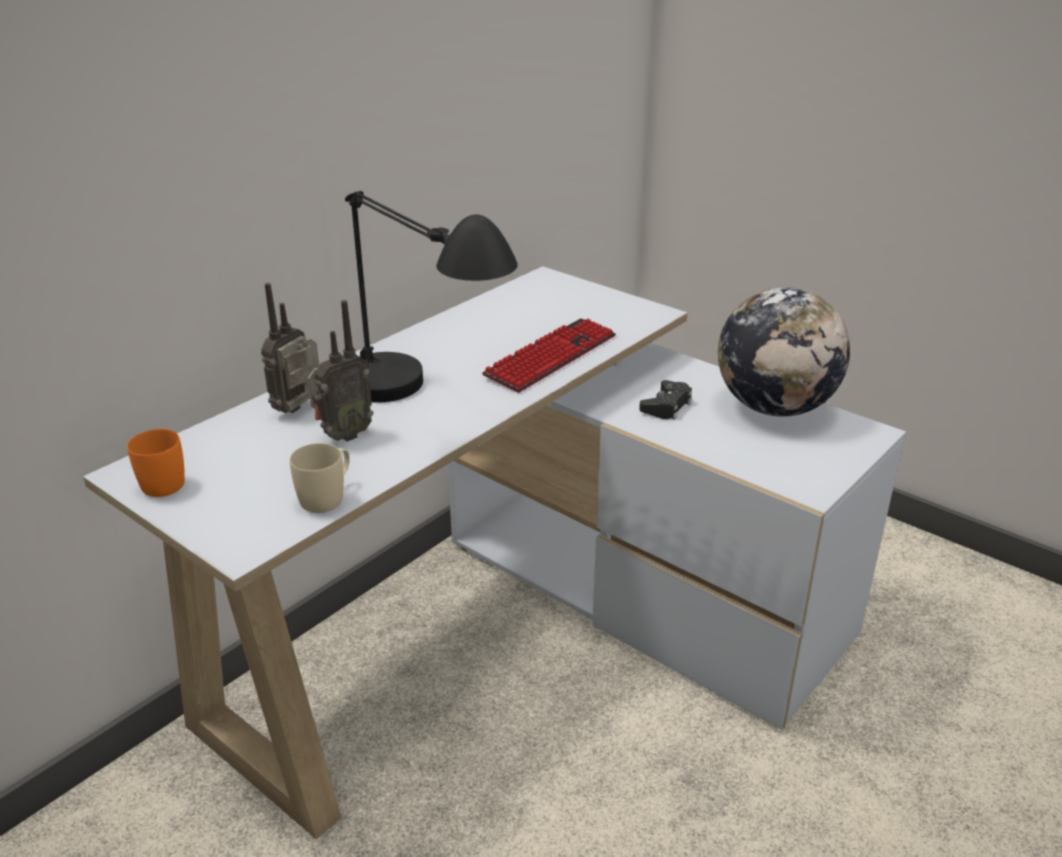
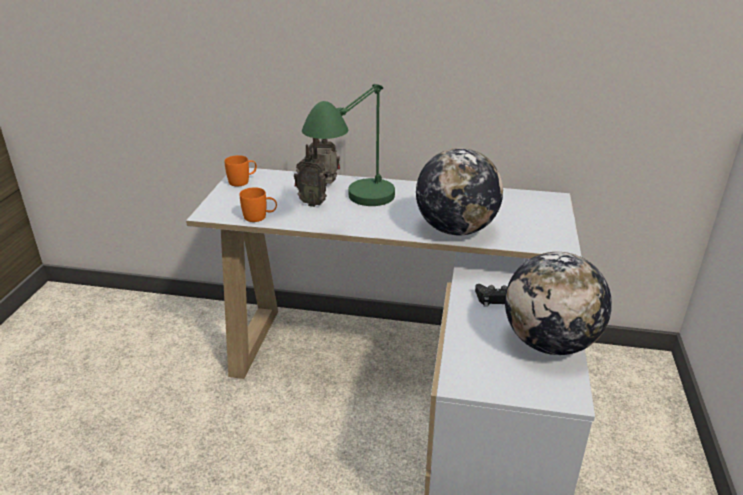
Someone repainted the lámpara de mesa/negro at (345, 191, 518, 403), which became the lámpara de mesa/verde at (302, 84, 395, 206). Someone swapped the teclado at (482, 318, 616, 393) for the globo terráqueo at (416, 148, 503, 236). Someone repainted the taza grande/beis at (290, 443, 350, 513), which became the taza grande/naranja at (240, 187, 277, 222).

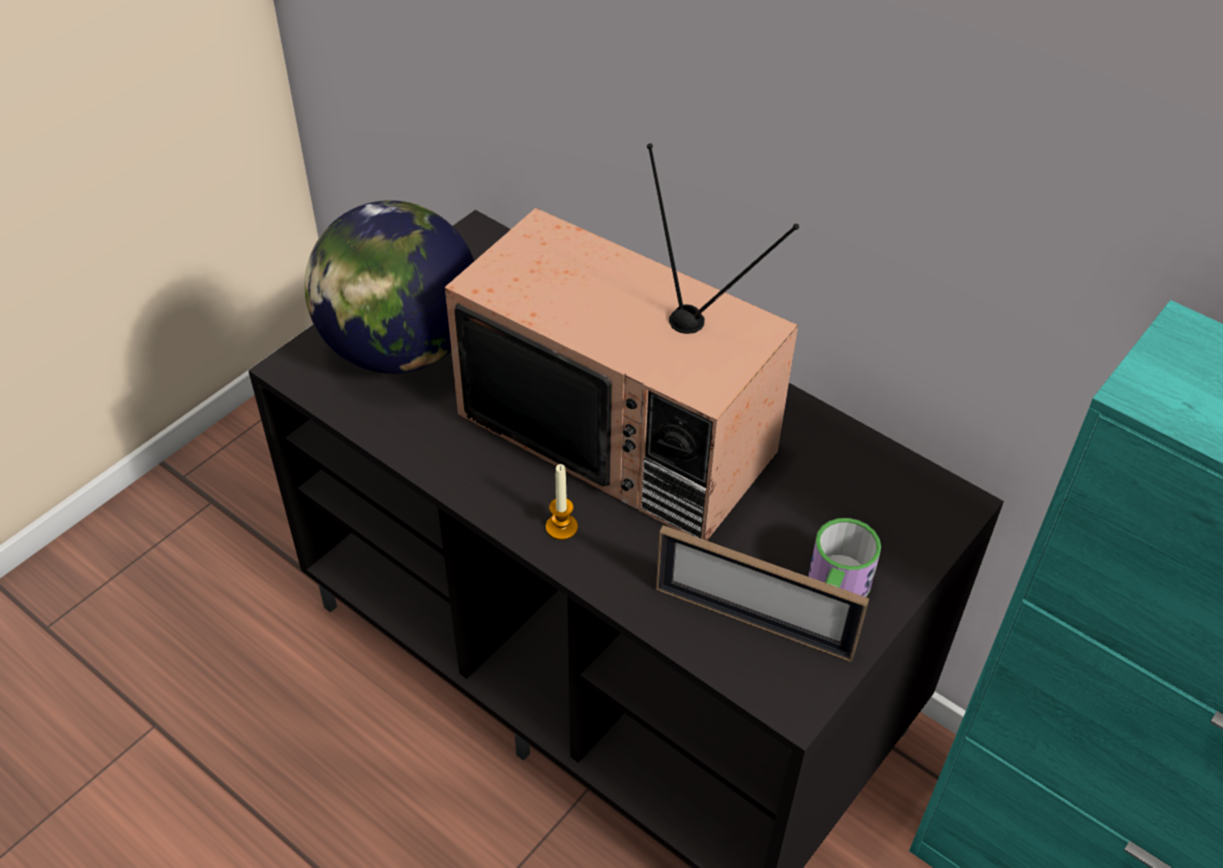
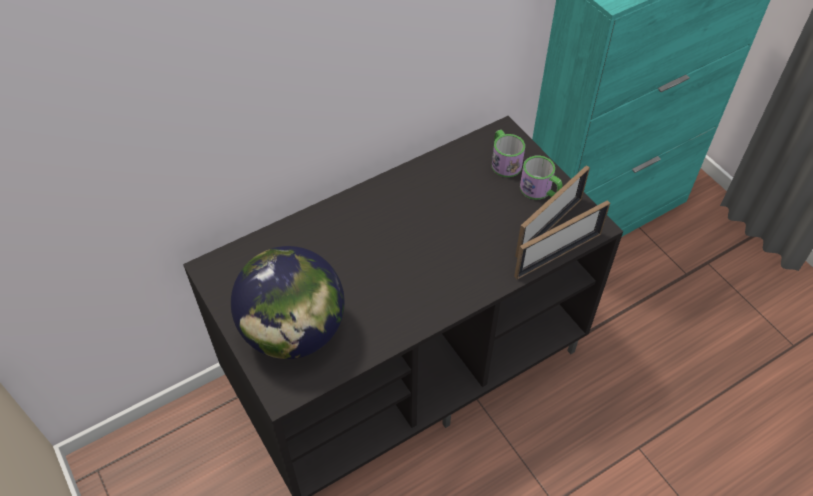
Someone took away the televisor at (445, 143, 799, 541). Someone took away the vela at (546, 464, 578, 540). Someone put down the taza grande at (492, 130, 525, 177). Someone put down the portarretratos at (514, 200, 610, 279).

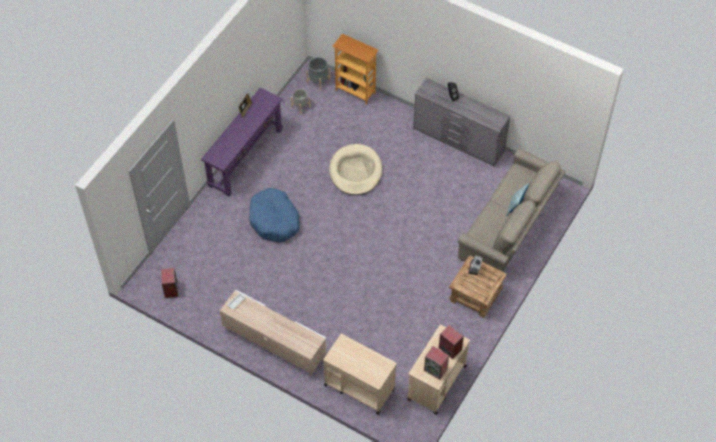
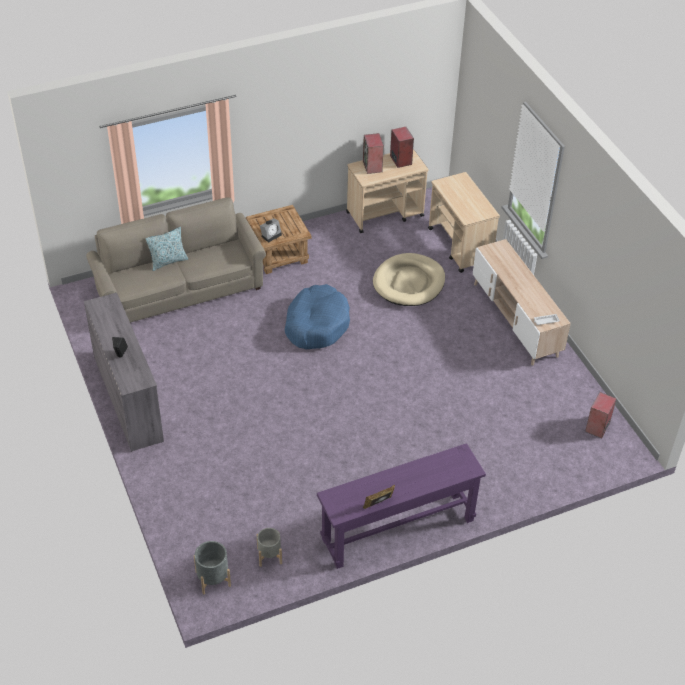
Someone took away the estantería at (332, 34, 379, 105). Someone carried the cama para perro/beis from (329, 144, 382, 195) to (373, 253, 445, 306). Someone carried the cama para perro/azul from (249, 188, 300, 242) to (285, 284, 350, 349).

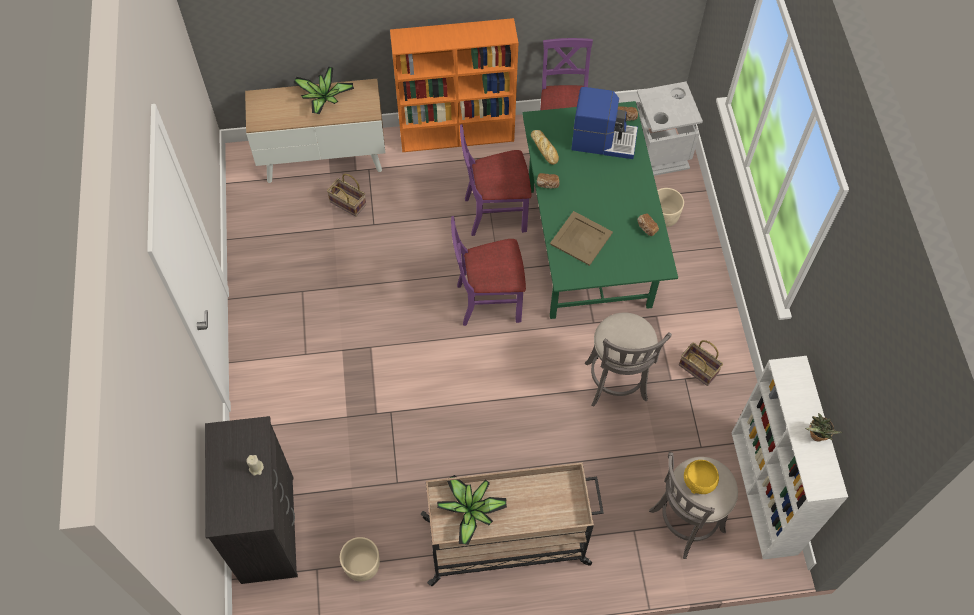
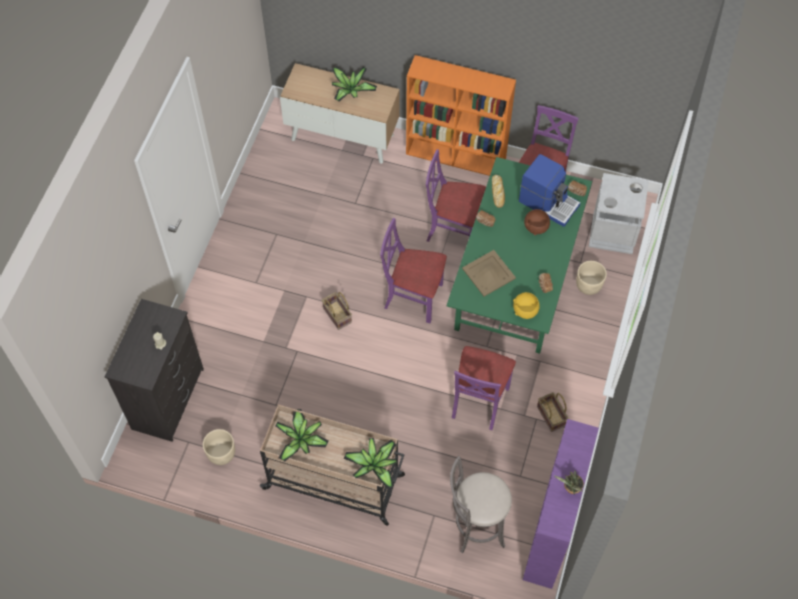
Someone carried the cesta from (327, 174, 366, 217) to (322, 292, 352, 330). Someone swapped the taburete/gris at (584, 312, 672, 407) for the silla/morado at (452, 346, 516, 430). Someone repainted the estantería/blanco at (732, 356, 848, 560), which became the estantería/morado at (523, 419, 599, 589). Someone carried the cuenco/amarillo from (684, 460, 719, 494) to (513, 292, 540, 319). Someone put down the cuenco/marrón at (524, 209, 550, 235). Someone put down the planta en maceta at (343, 438, 397, 489).

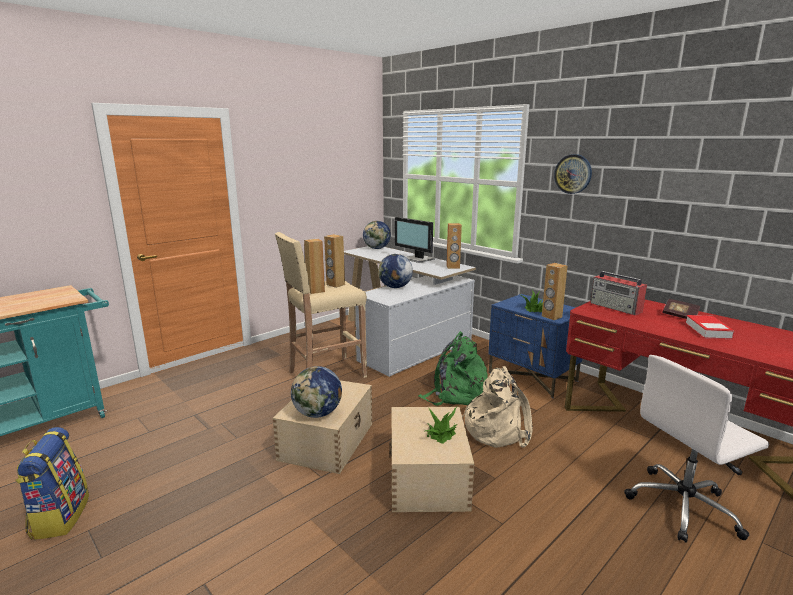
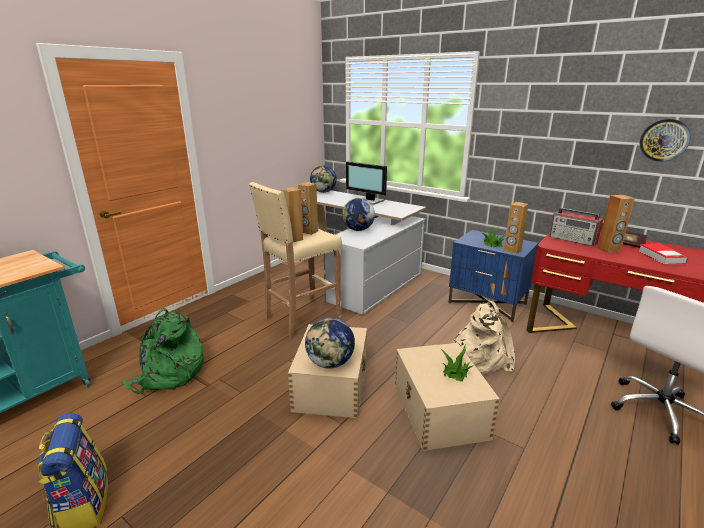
Someone carried the reloj de pared from (554, 154, 592, 194) to (640, 119, 691, 162). Someone carried the altavoz/marrón from (446, 223, 462, 269) to (598, 195, 635, 253). Someone carried the mochila/verde from (418, 331, 488, 406) to (122, 308, 204, 394).

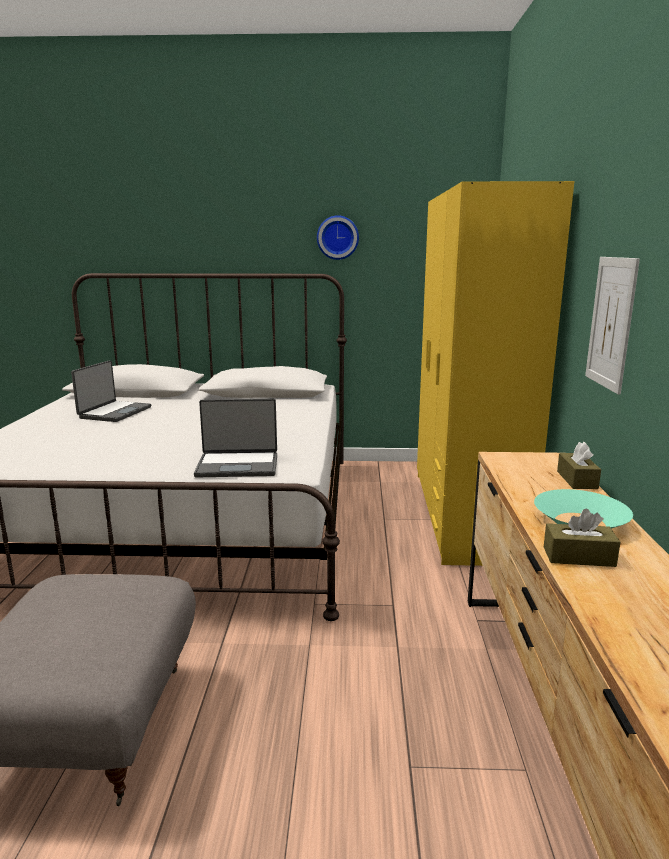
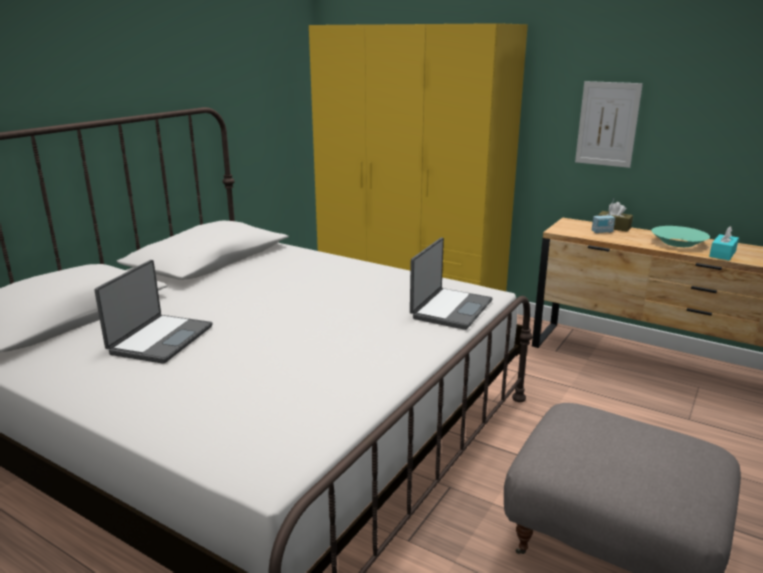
Someone took away the reloj de pared at (317, 215, 359, 260). Someone rotated the portátil at (71, 360, 151, 422) by 60 degrees clockwise. Someone repainted the caja de pañuelos/marrón at (544, 509, 620, 567), which became the caja de pañuelos/turquesa at (709, 226, 739, 260). Someone put down the radio at (592, 198, 615, 233).

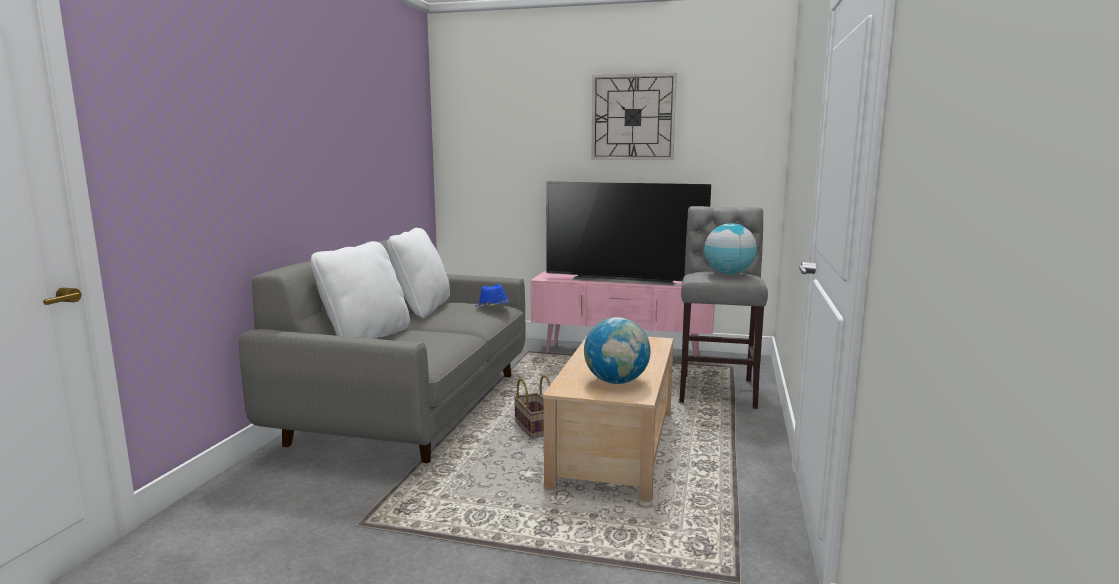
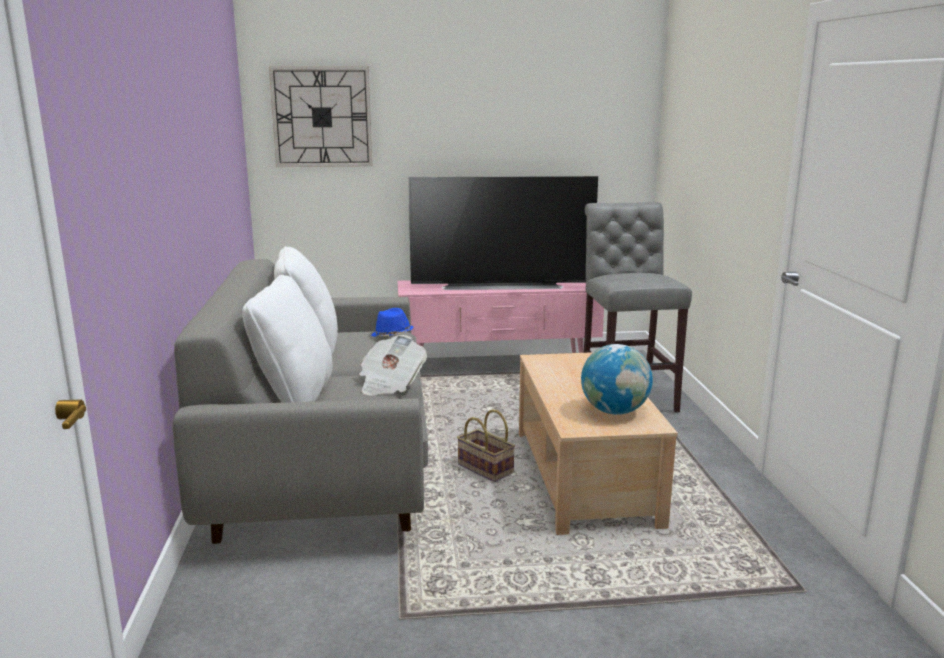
Someone carried the reloj de pared from (591, 73, 677, 160) to (269, 66, 372, 167). Someone took away the globo terráqueo at (704, 223, 757, 274). Someone put down the periódico at (359, 335, 427, 395).

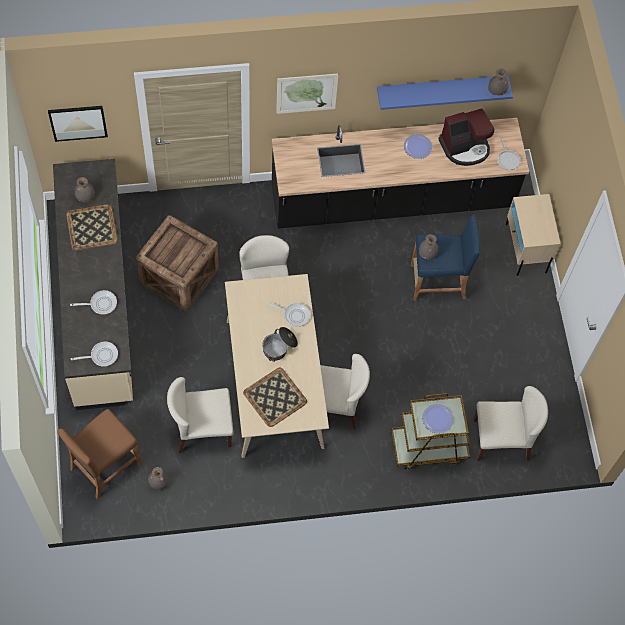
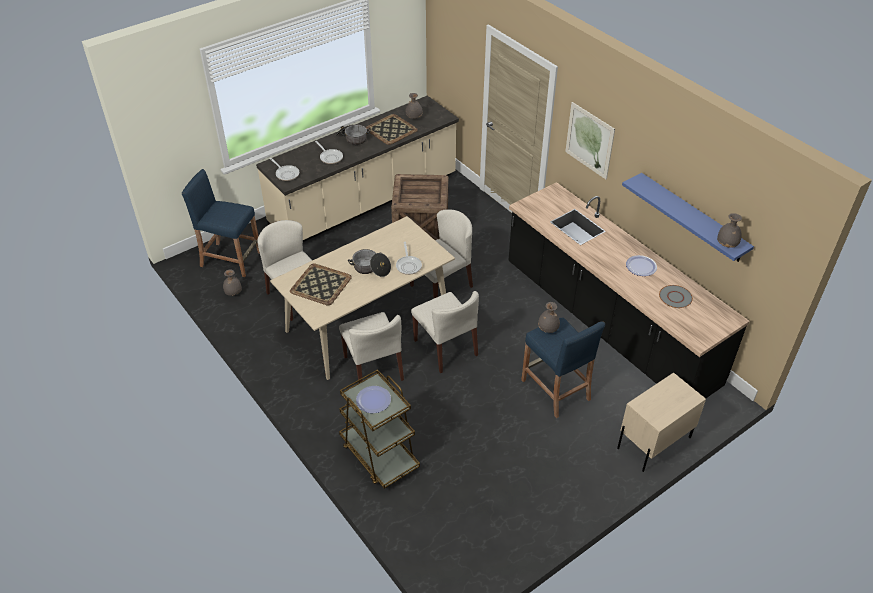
Someone took away the cuadro at (48, 106, 108, 142). Someone swapped the cafetera at (438, 108, 494, 166) for the plato/gris at (659, 285, 693, 308). Someone took away the sartén at (497, 137, 521, 171). Someone carried the silla/beis from (474, 386, 548, 461) to (411, 291, 479, 373). Someone repainted the taburete/marrón at (57, 409, 142, 499), which became the taburete/azul at (182, 169, 260, 277). Someone put down the olla at (335, 124, 371, 145).

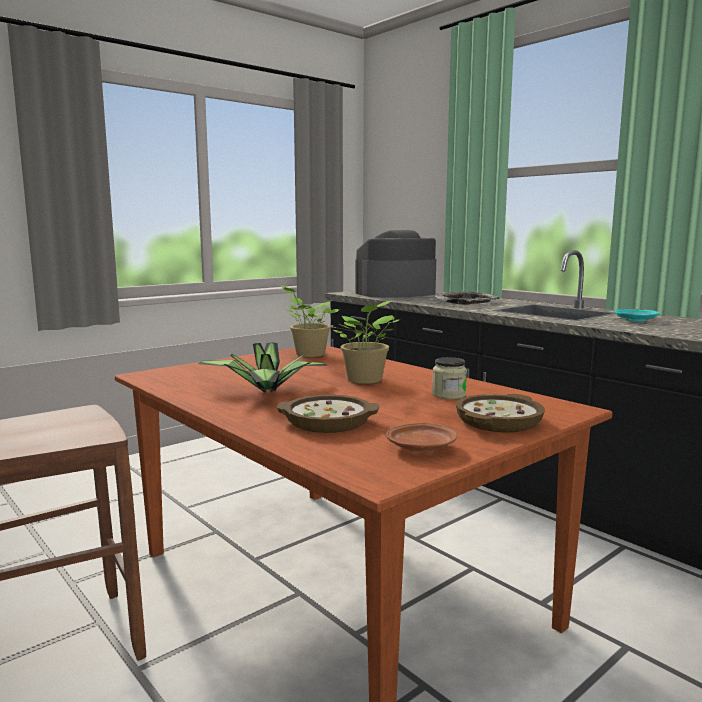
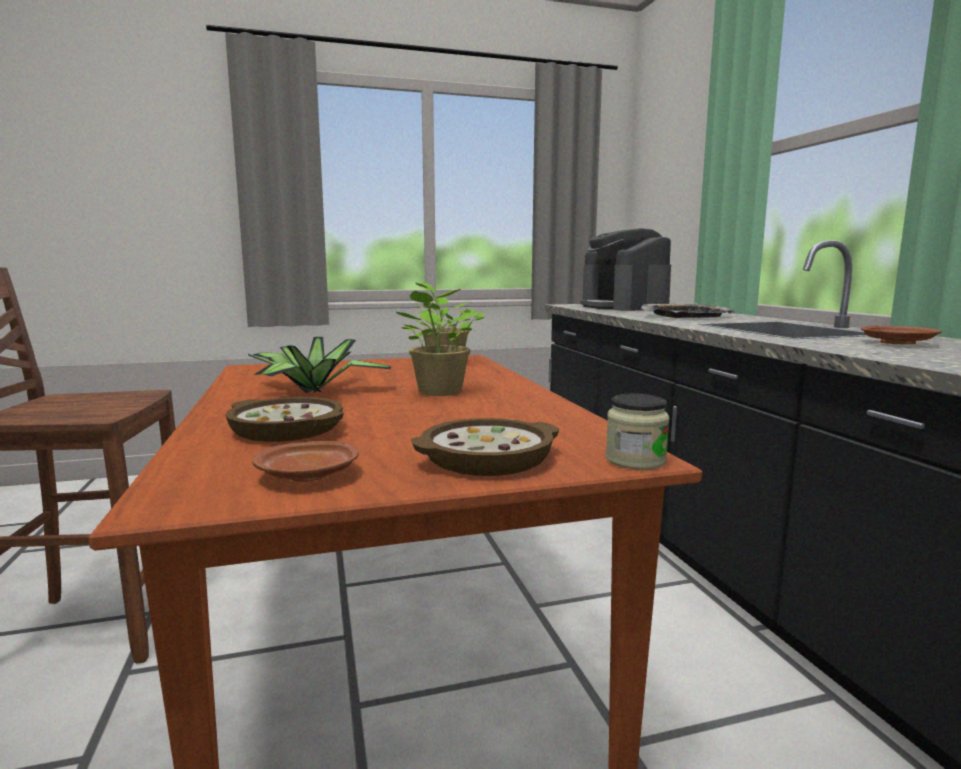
Someone rotated the cafetera at (355, 230, 436, 298) by 105 degrees counterclockwise. Someone repainted the plato/turquesa at (614, 309, 660, 321), which became the plato/marrón at (861, 326, 942, 344). Someone carried the tarro from (432, 357, 467, 399) to (606, 393, 669, 470).

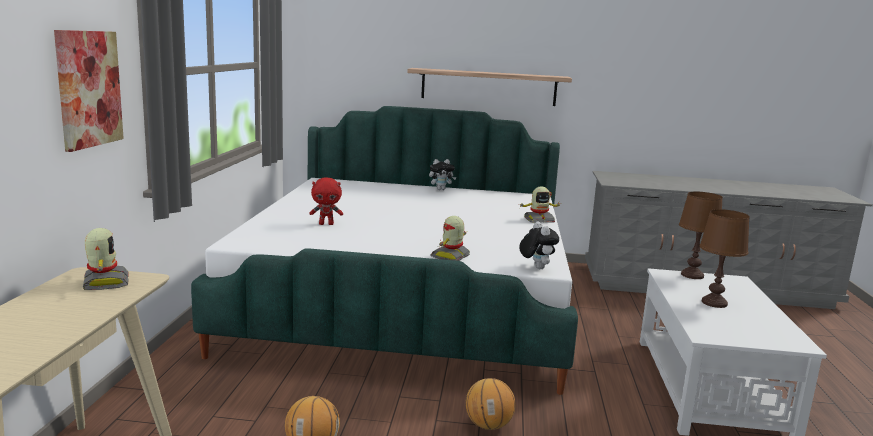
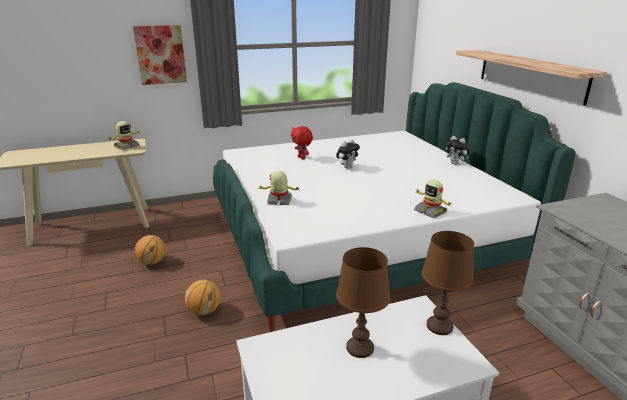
Someone carried the peluche from (519, 221, 559, 269) to (336, 139, 360, 168).

